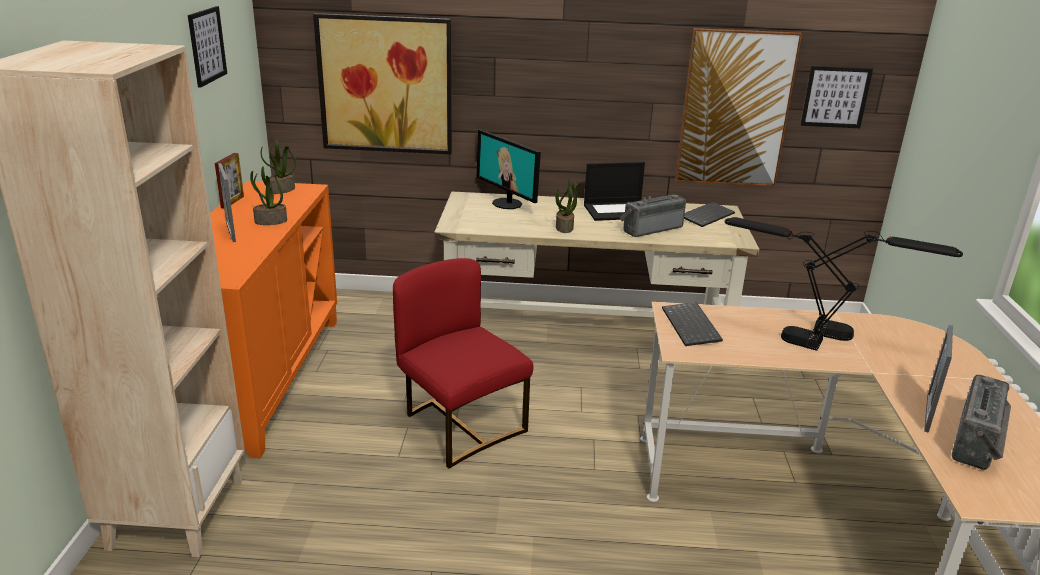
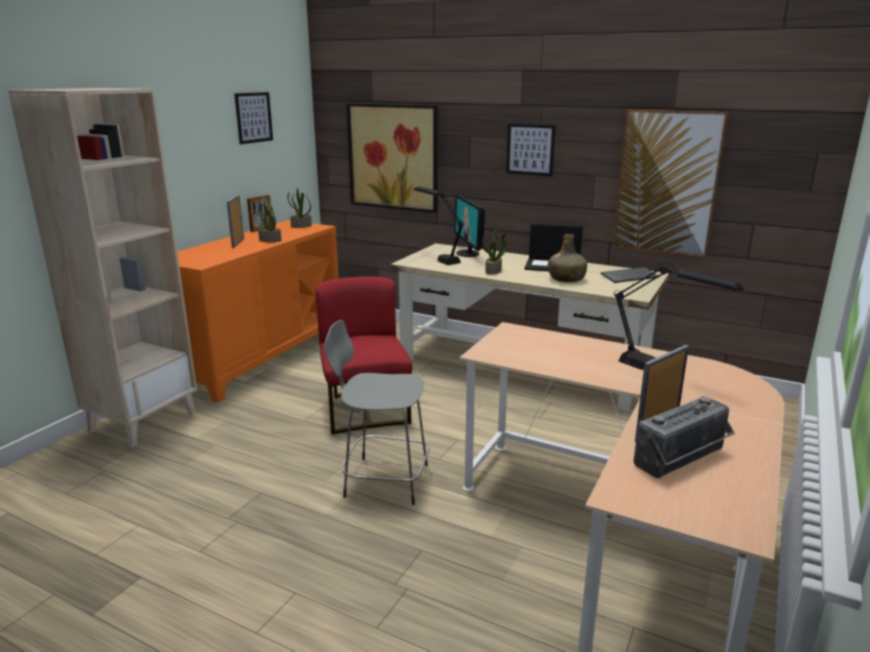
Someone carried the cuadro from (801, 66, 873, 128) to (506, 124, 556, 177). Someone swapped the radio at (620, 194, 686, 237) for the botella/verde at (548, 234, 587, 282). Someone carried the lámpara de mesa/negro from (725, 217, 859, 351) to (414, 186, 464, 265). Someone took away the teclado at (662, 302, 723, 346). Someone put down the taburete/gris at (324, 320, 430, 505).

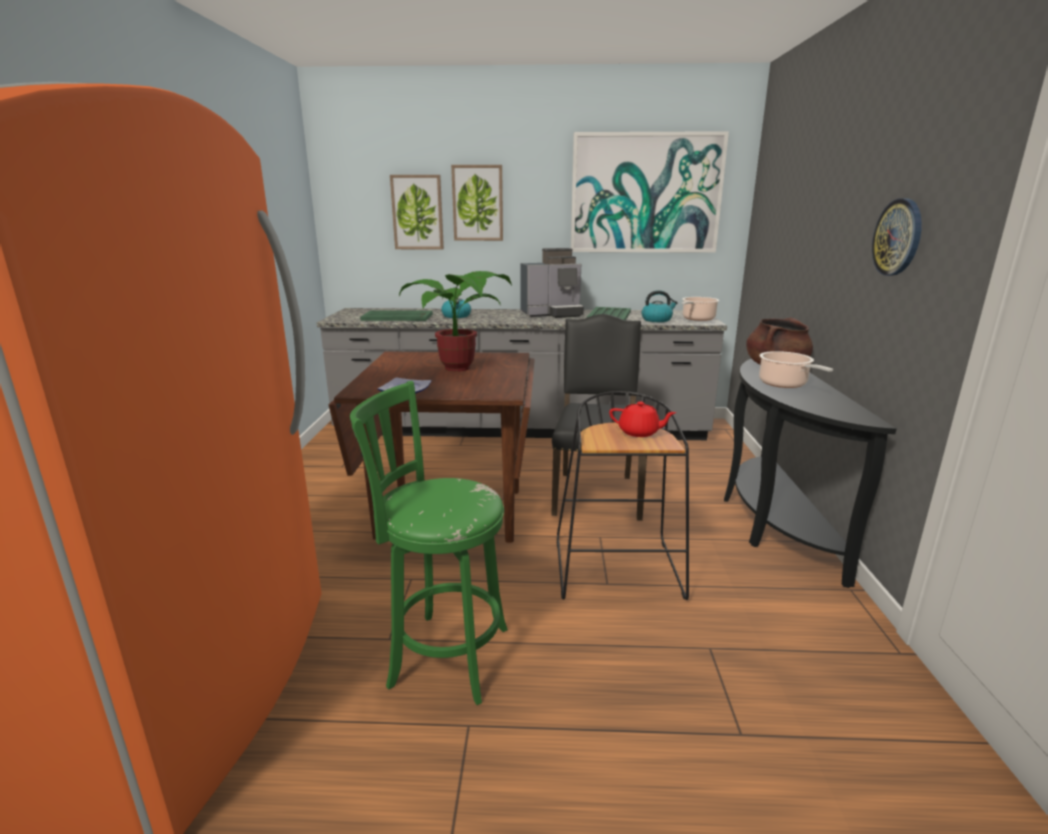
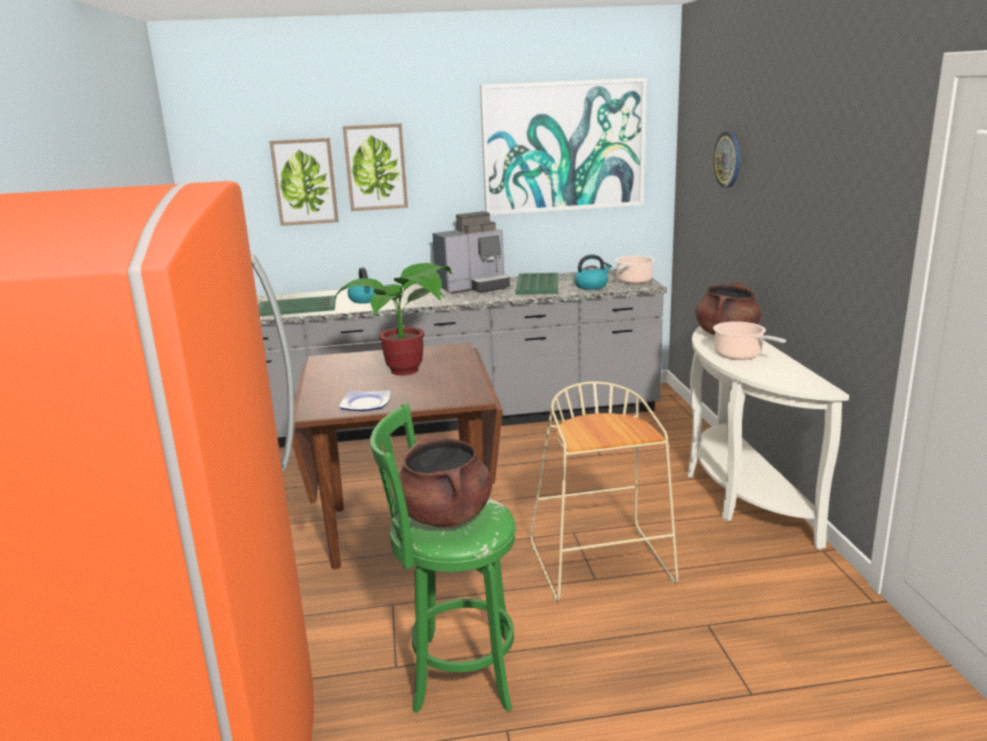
Someone carried the reloj de pared from (872, 198, 922, 276) to (713, 131, 740, 188). Someone took away the silla/negro at (551, 314, 647, 521). Someone repainted the mesa consola/negro at (724, 359, 897, 588), which became the mesa consola/blanco at (687, 326, 849, 549). Someone repainted the taburete/negro at (557, 391, 689, 600), which became the taburete/beis at (530, 381, 678, 601). Someone took away the tetera/rojo at (609, 401, 676, 437). Someone put down the olla/marrón at (399, 436, 492, 528).

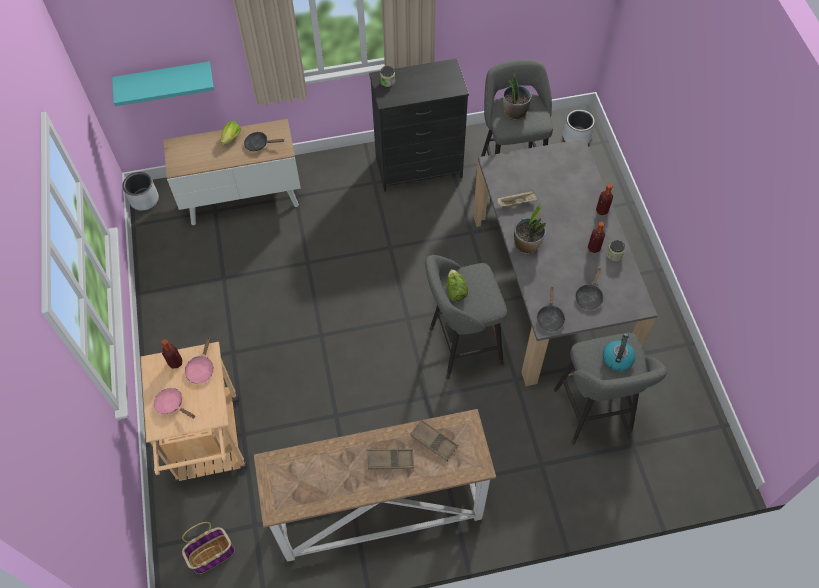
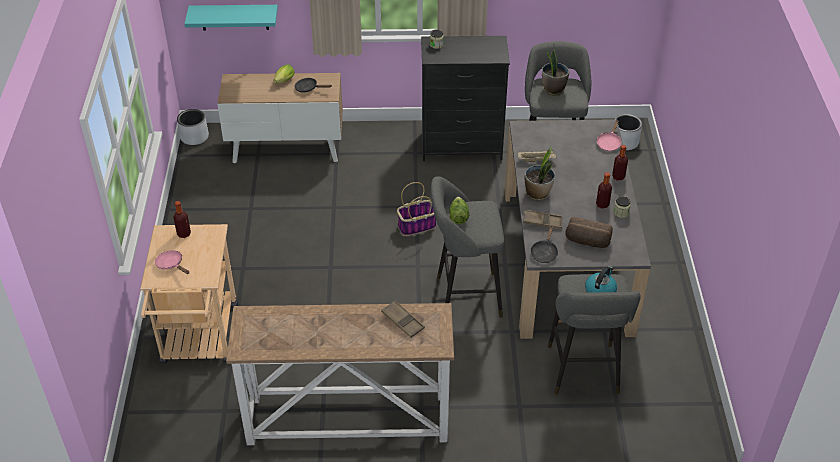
Someone swapped the sartén/negro at (575, 267, 603, 310) for the pan at (565, 217, 613, 248). Someone carried the sartén/rosa from (185, 337, 214, 384) to (597, 120, 621, 151). Someone carried the bandeja/marrón from (367, 449, 414, 470) to (523, 210, 563, 229). Someone carried the cesta from (182, 522, 235, 574) to (397, 182, 436, 236).

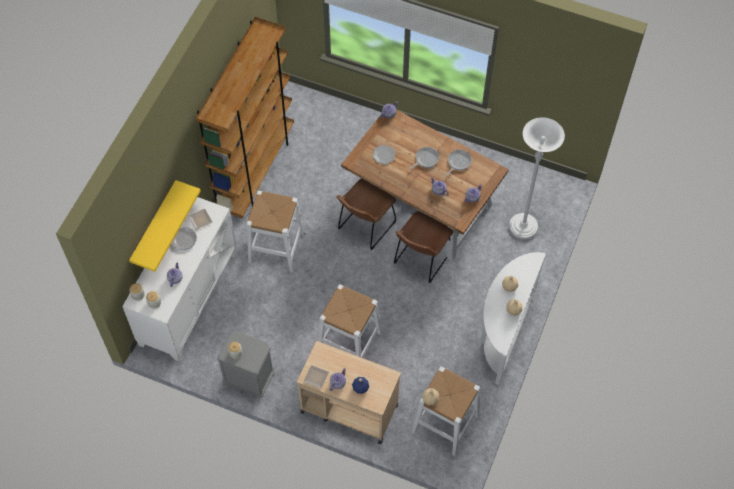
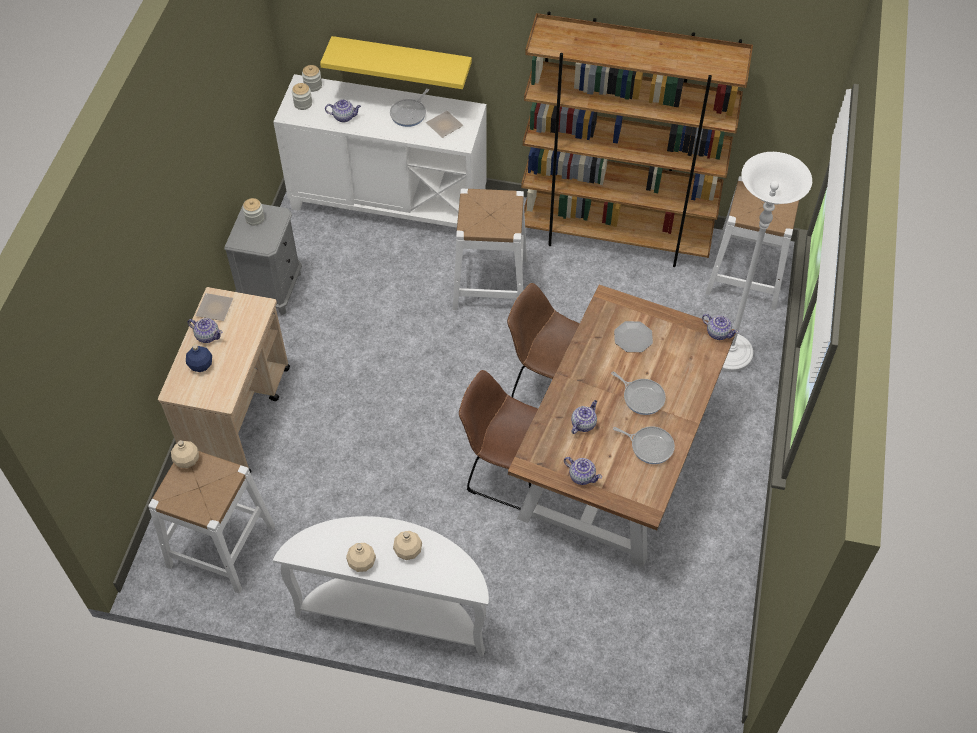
Someone carried the lámpara de pie/blanco from (509, 117, 565, 239) to (722, 152, 812, 372). Someone carried the taburete/blanco from (318, 284, 382, 358) to (705, 176, 799, 310).

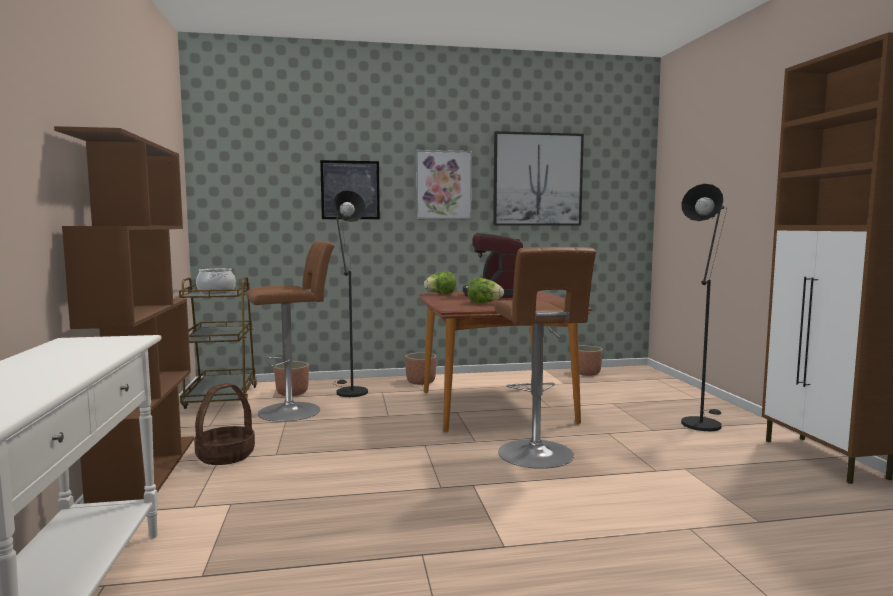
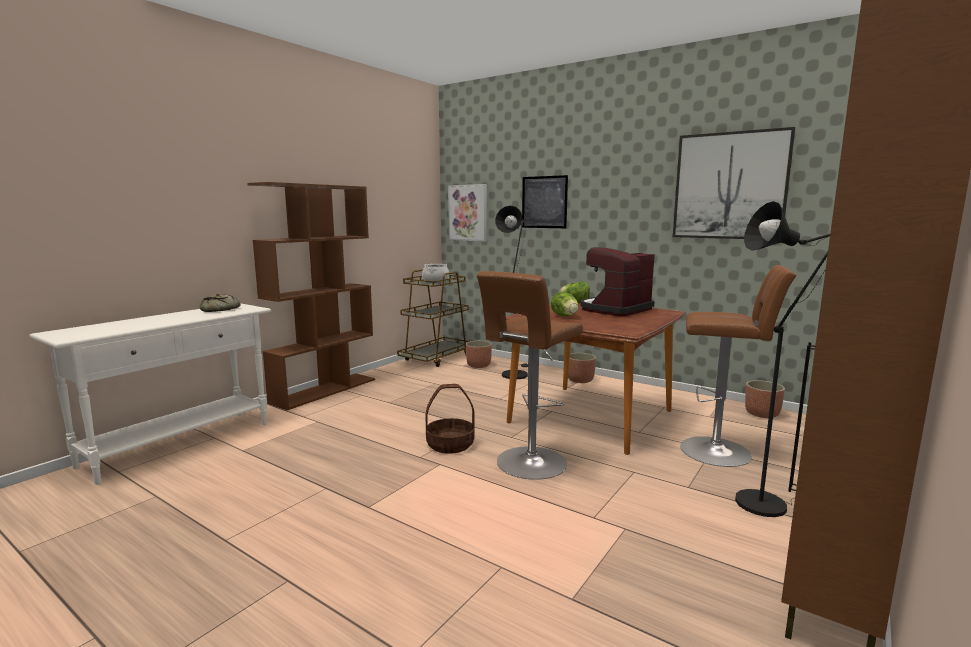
Someone carried the cuadro from (416, 150, 472, 219) to (448, 184, 487, 242). Someone carried the taburete/marrón from (246, 241, 335, 422) to (680, 265, 796, 467). Someone carried the cesta from (194, 383, 255, 465) to (425, 384, 475, 454). Someone put down the pan at (200, 294, 240, 312).

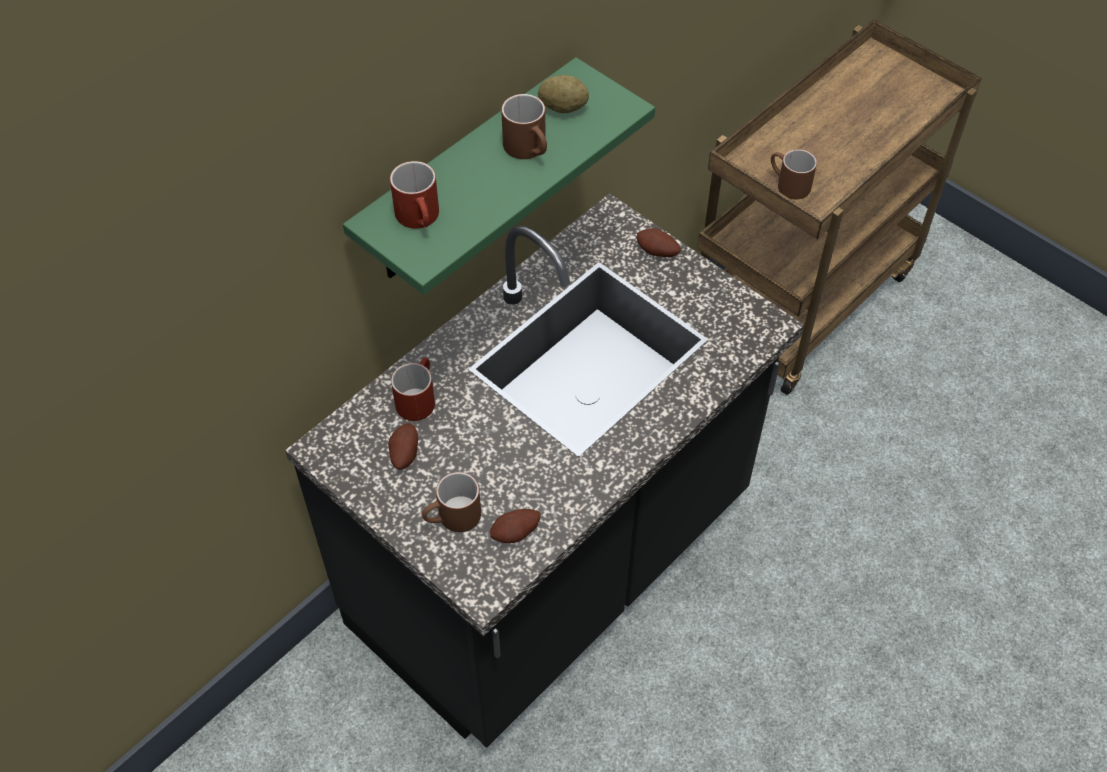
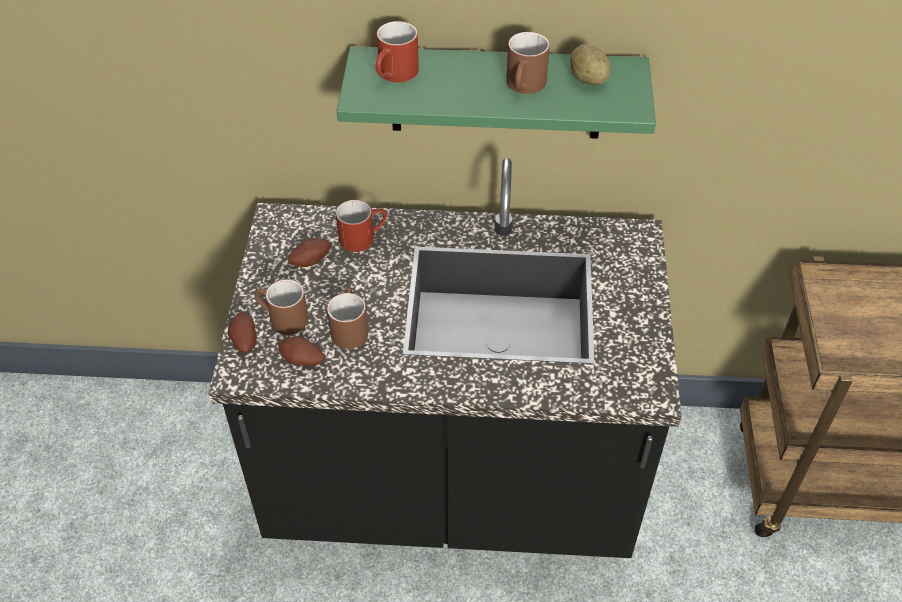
Someone carried the taza grande/marrón from (771, 149, 817, 200) to (327, 288, 368, 349). Someone carried the patata from (637, 228, 681, 257) to (228, 312, 257, 353).

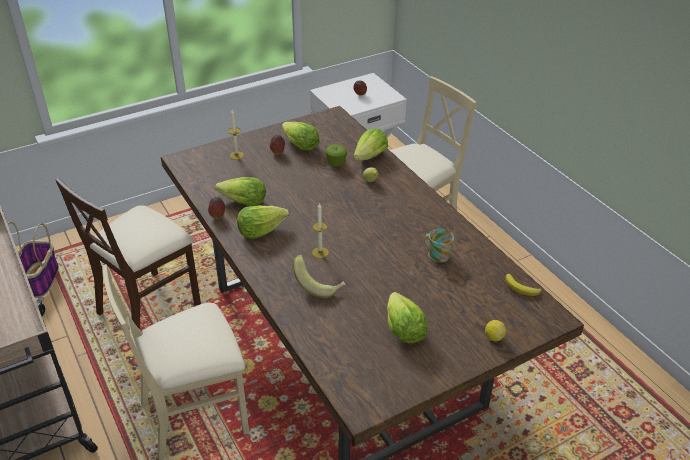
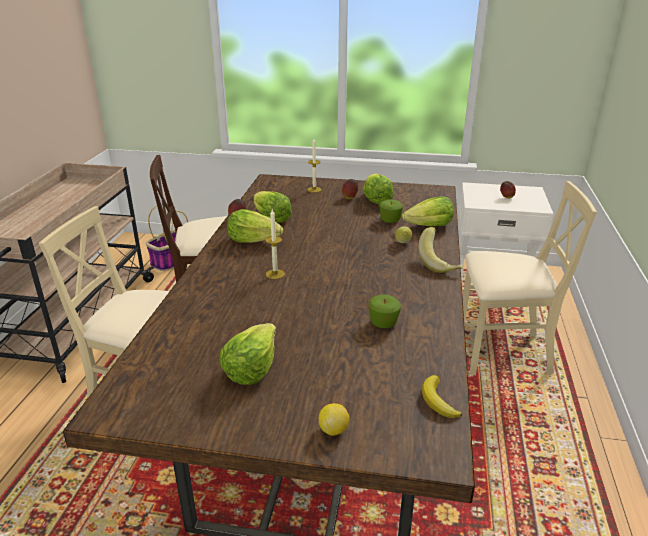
Someone swapped the taza grande at (424, 229, 454, 263) for the manzana at (368, 295, 401, 328). Someone carried the plátano from (293, 255, 346, 298) to (418, 227, 463, 274).

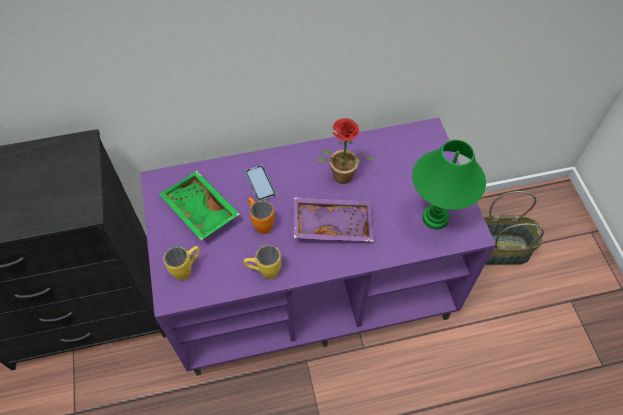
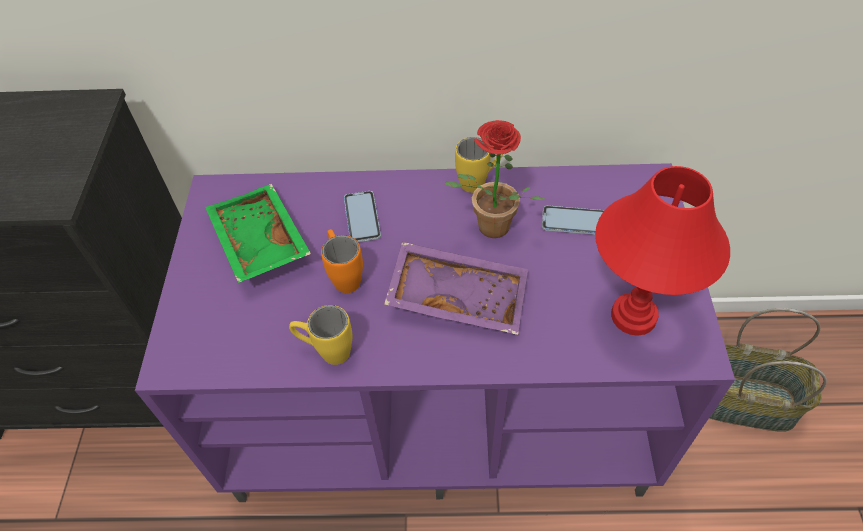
Someone repainted the lámpara de mesa/verde at (412, 140, 486, 230), which became the lámpara de mesa/rojo at (595, 166, 730, 336). Someone carried the taza grande/amarillo from (163, 246, 200, 280) to (455, 137, 503, 193). Someone put down the móvil at (542, 205, 605, 235).

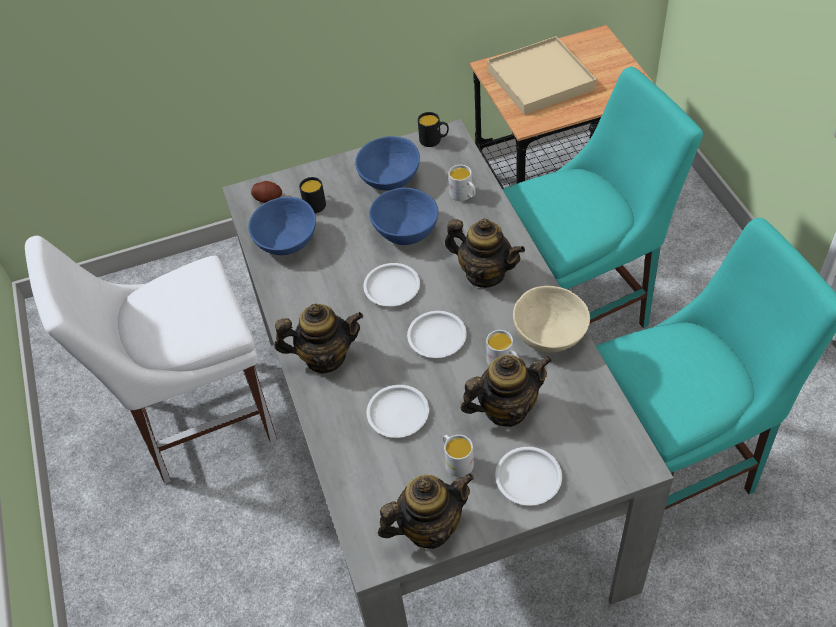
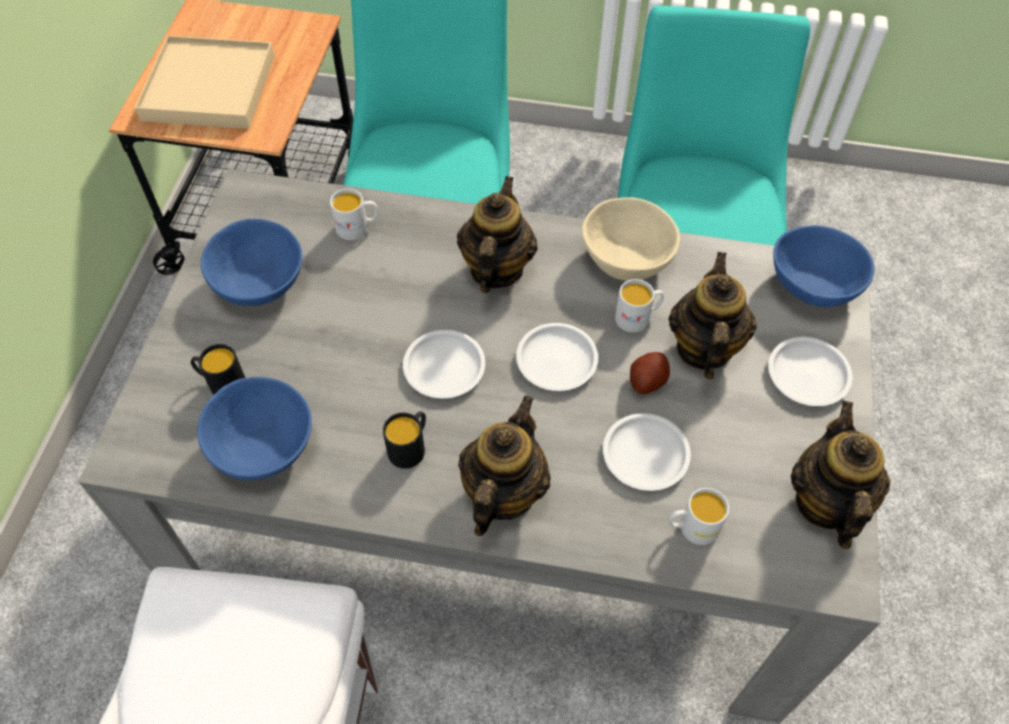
Someone carried the taza grande/negro from (418, 112, 449, 147) to (383, 411, 426, 469). Someone carried the patata from (251, 181, 282, 203) to (630, 352, 670, 394). Someone carried the cuenco/azul from (369, 188, 438, 245) to (773, 225, 874, 307). Someone rotated the tetera at (445, 218, 525, 288) by 45 degrees counterclockwise. Someone carried the taza grande/blanco from (443, 435, 474, 477) to (669, 488, 729, 545).

